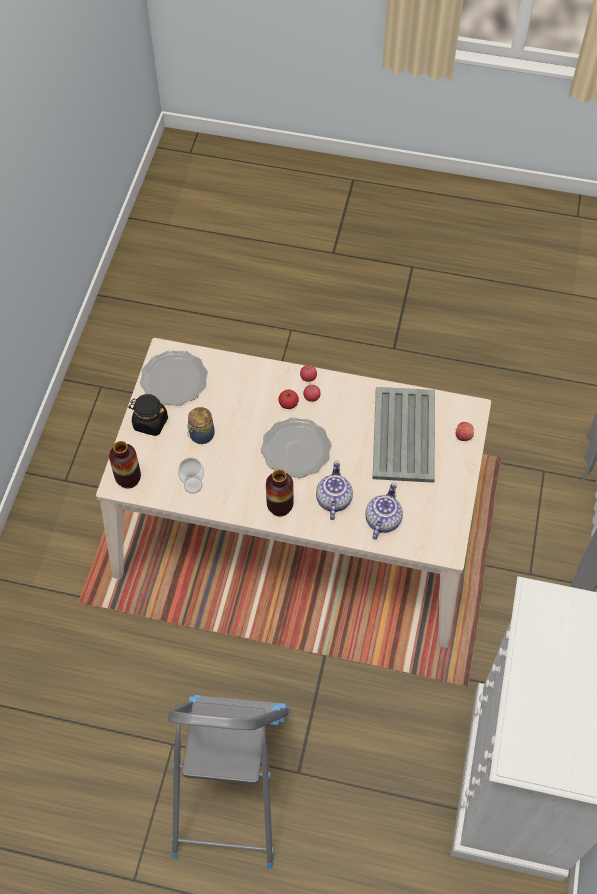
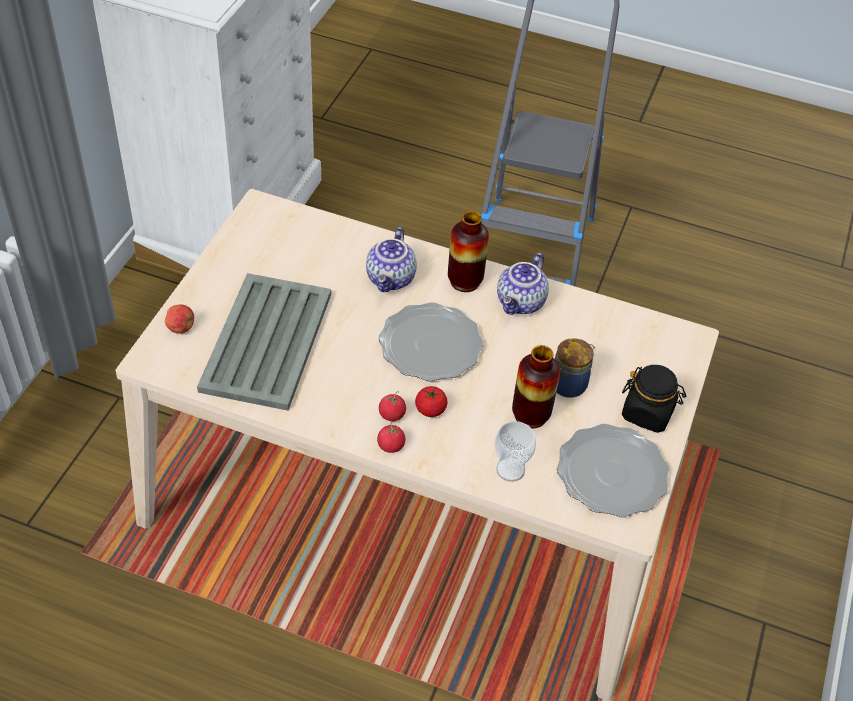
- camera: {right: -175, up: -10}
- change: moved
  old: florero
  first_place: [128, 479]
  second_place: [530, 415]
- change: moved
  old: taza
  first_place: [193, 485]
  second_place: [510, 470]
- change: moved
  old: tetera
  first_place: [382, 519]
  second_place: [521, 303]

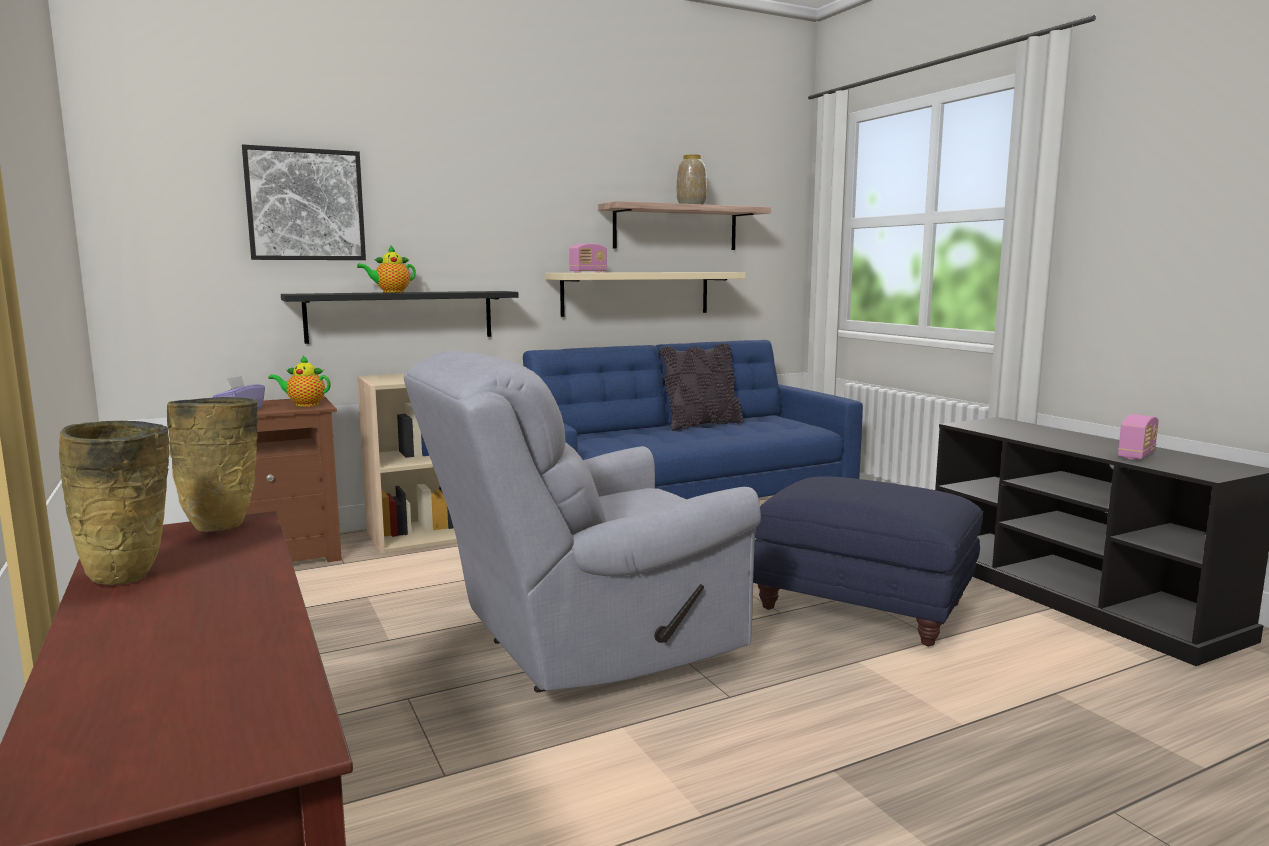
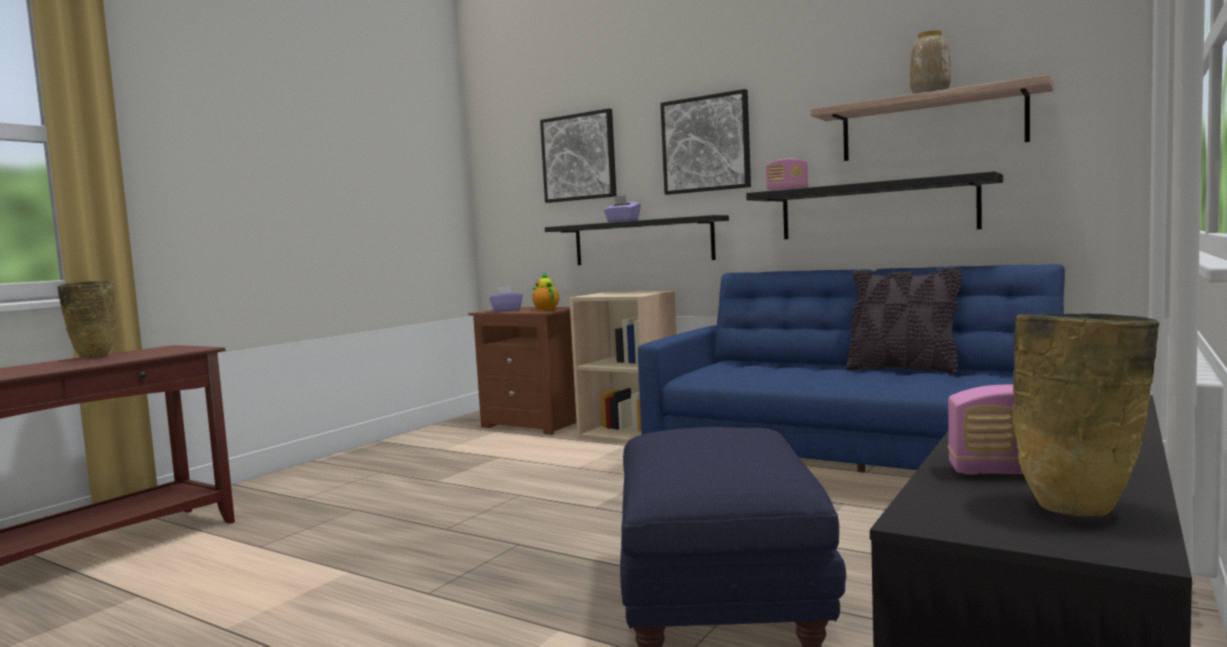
- camera: {right: 60, up: -5}
- change: replaced
  old: tetera
  new: caja de pañuelos (morado)
  first_place: [390, 292]
  second_place: [622, 221]
- change: recoloured
  old: estante (beis)
  new: estante (negro)
  first_place: [636, 293]
  second_place: [876, 210]
- change: removed
  old: sillón (gris)
  first_place: [582, 648]
- change: moved
  old: florero (beis)
  first_place: [224, 525]
  second_place: [1082, 508]
- change: added
  new: cuadro
  second_place: [706, 144]

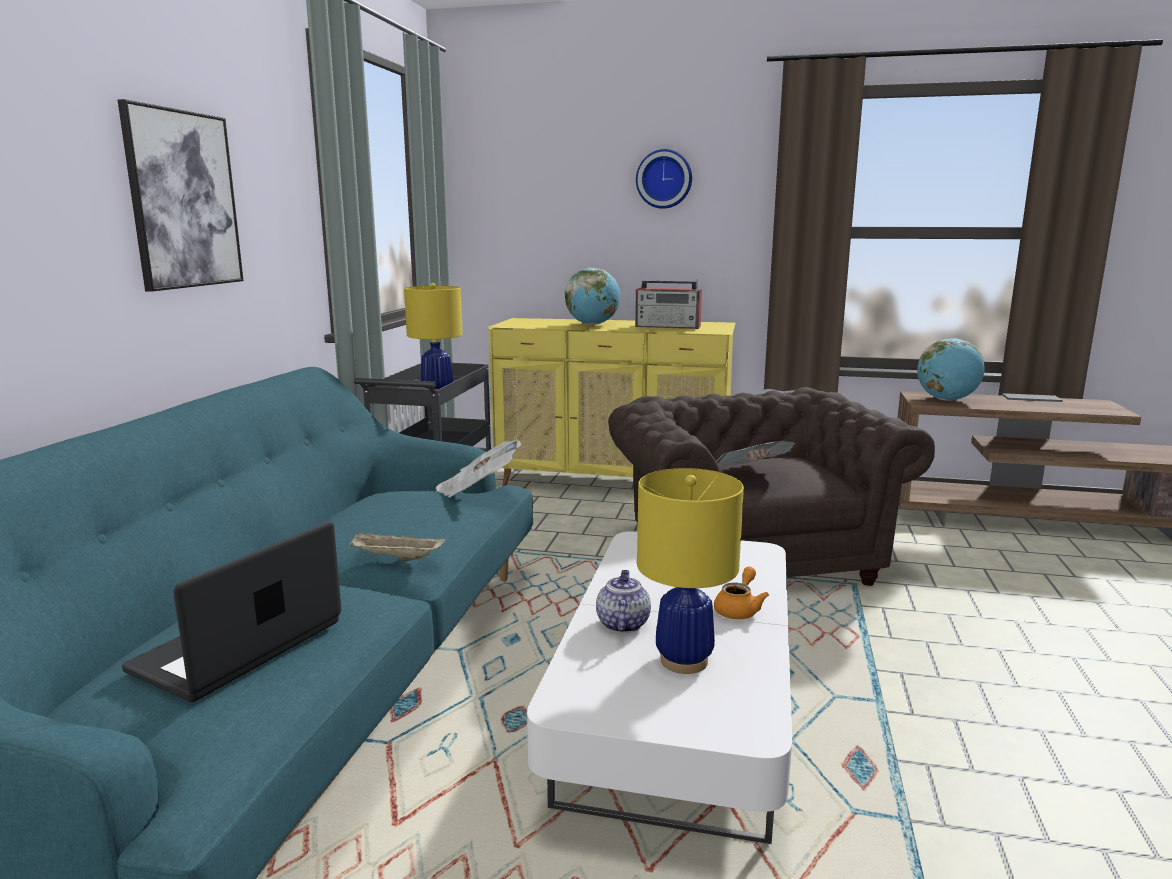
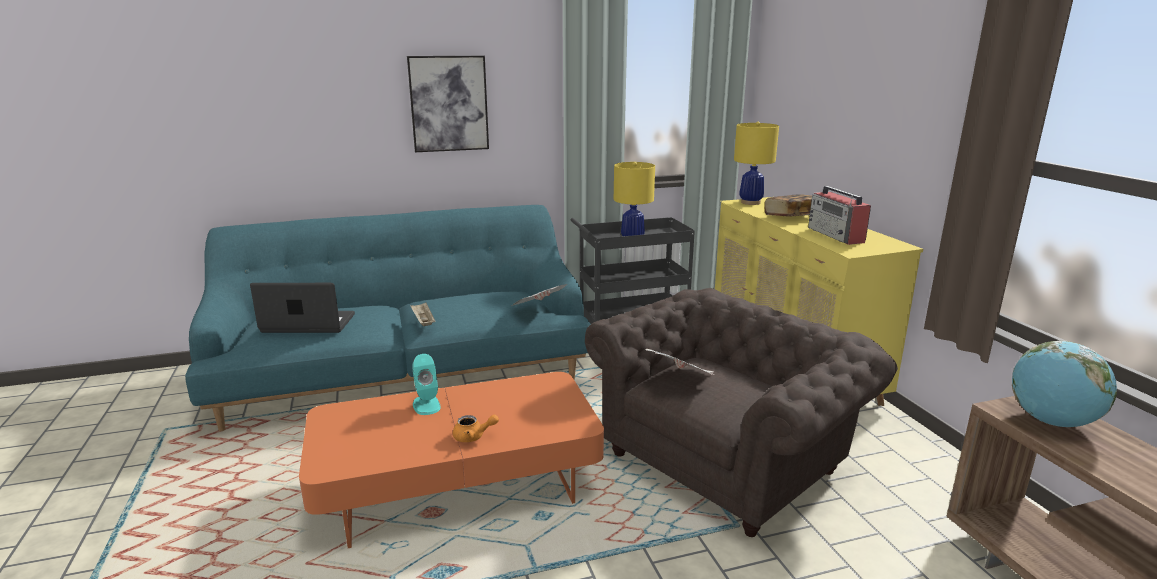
- camera: {right: 60, up: 5}
- change: removed
  old: reloj de pared
  first_place: [664, 179]
- change: replaced
  old: globo terráqueo
  new: libro
  first_place: [592, 324]
  second_place: [791, 217]
- change: moved
  old: lámpara de mesa (amarillo)
  first_place: [683, 661]
  second_place: [750, 202]
- change: recoloured
  old: mesa de centro (blanco)
  new: mesa de centro (naranja)
  first_place: [677, 717]
  second_place: [457, 486]
- change: replaced
  old: tetera
  new: altavoz (turquesa)
  first_place: [622, 623]
  second_place: [426, 405]

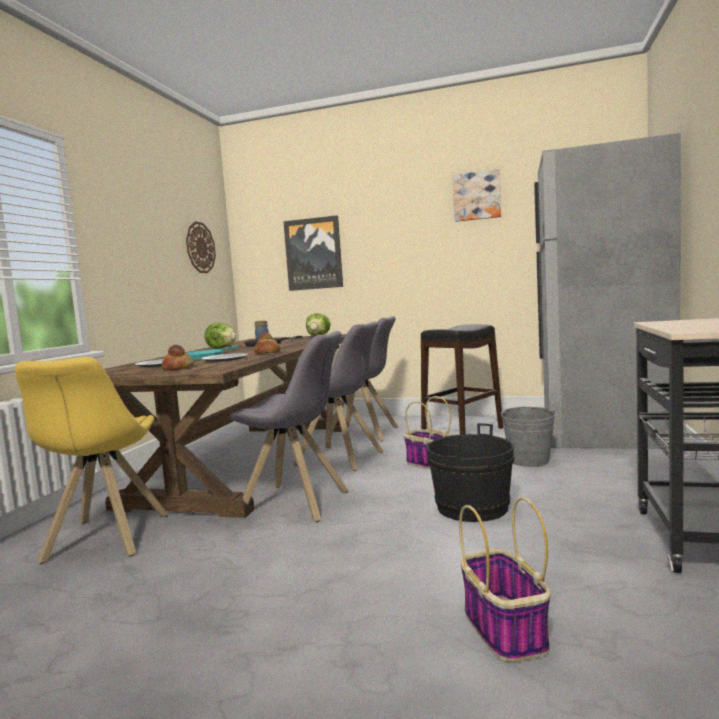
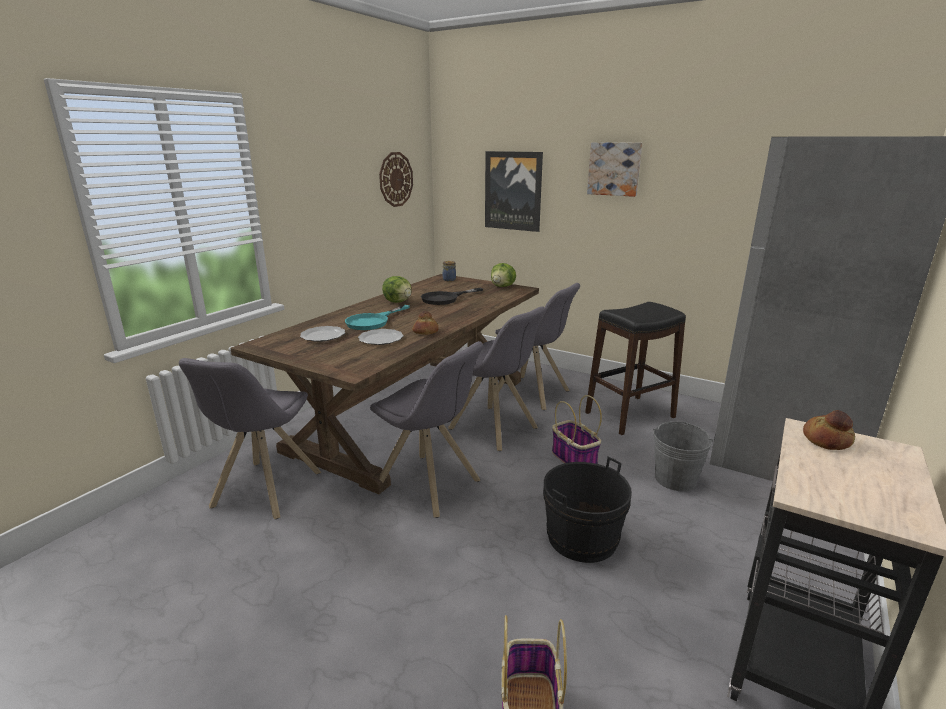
- camera: {right: 15, up: 15}
- change: moved
  old: cuadro
  first_place: [476, 196]
  second_place: [614, 169]
- change: moved
  old: pan
  first_place: [178, 368]
  second_place: [827, 440]
- change: recoloured
  old: silla (amarillo)
  new: silla (gris)
  first_place: [106, 538]
  second_place: [266, 489]

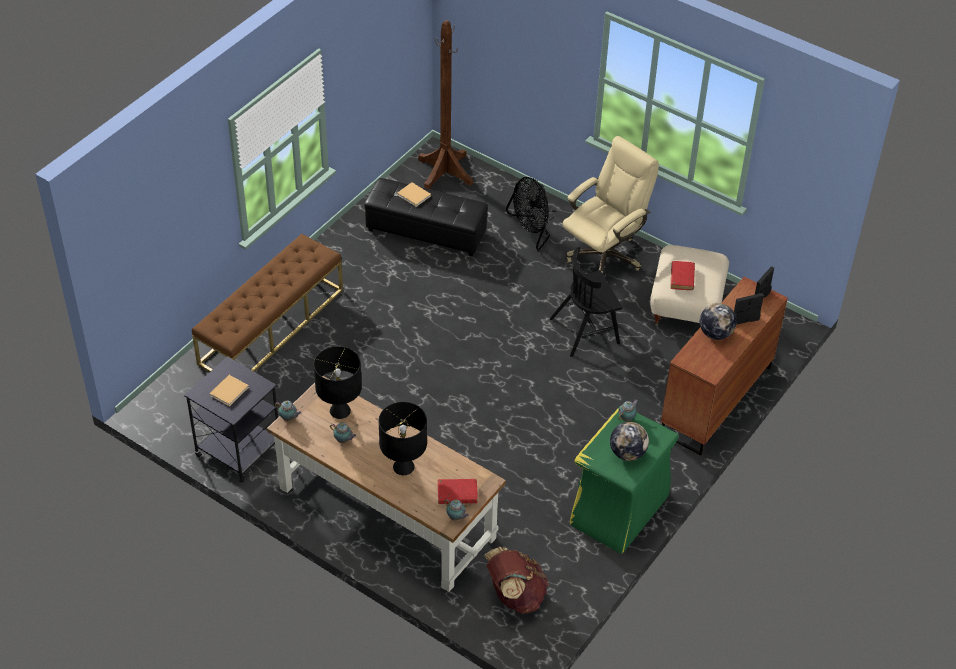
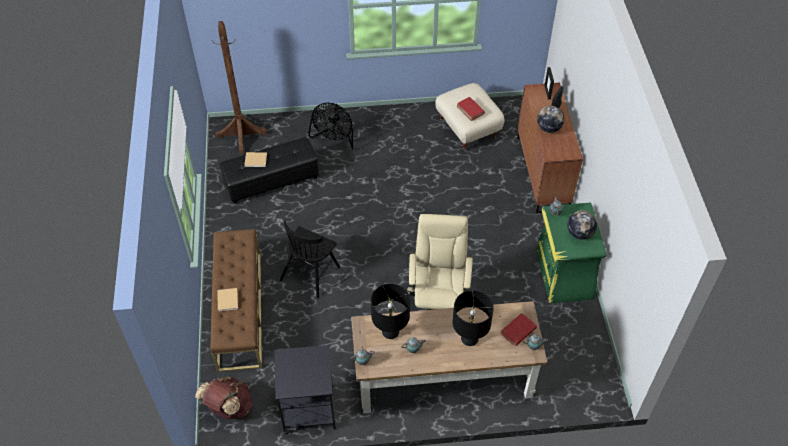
- camera: {right: -40, up: 5}
- change: moved
  old: silla de oficina (beis)
  first_place: [603, 258]
  second_place: [437, 305]
- change: moved
  old: silla (negro)
  first_place: [588, 329]
  second_place: [311, 271]
- change: moved
  old: libro (beis)
  first_place: [230, 391]
  second_place: [227, 299]
- change: moved
  old: mochila (marrón)
  first_place: [515, 596]
  second_place: [229, 408]

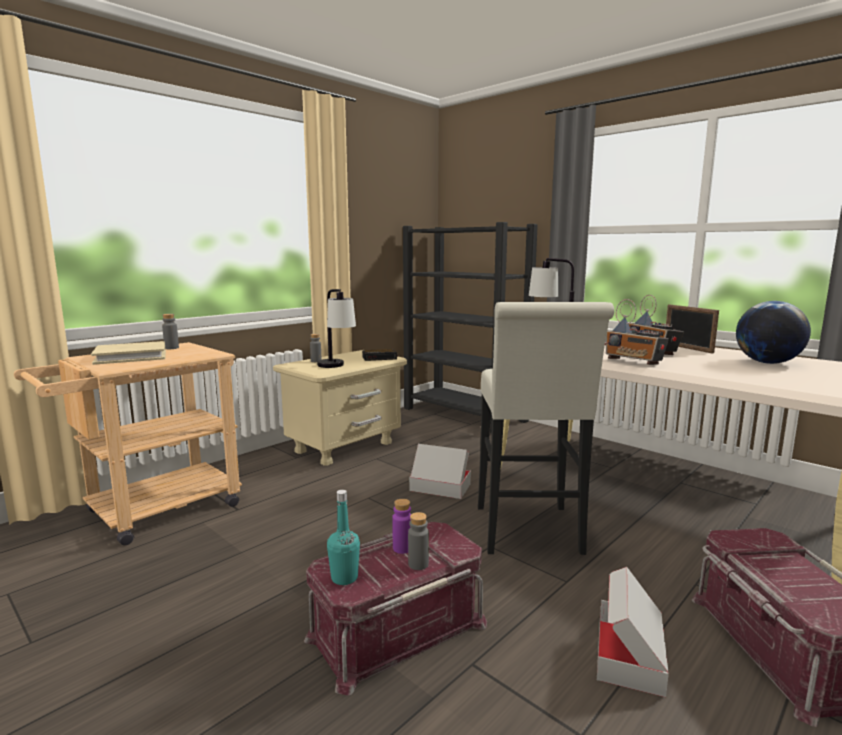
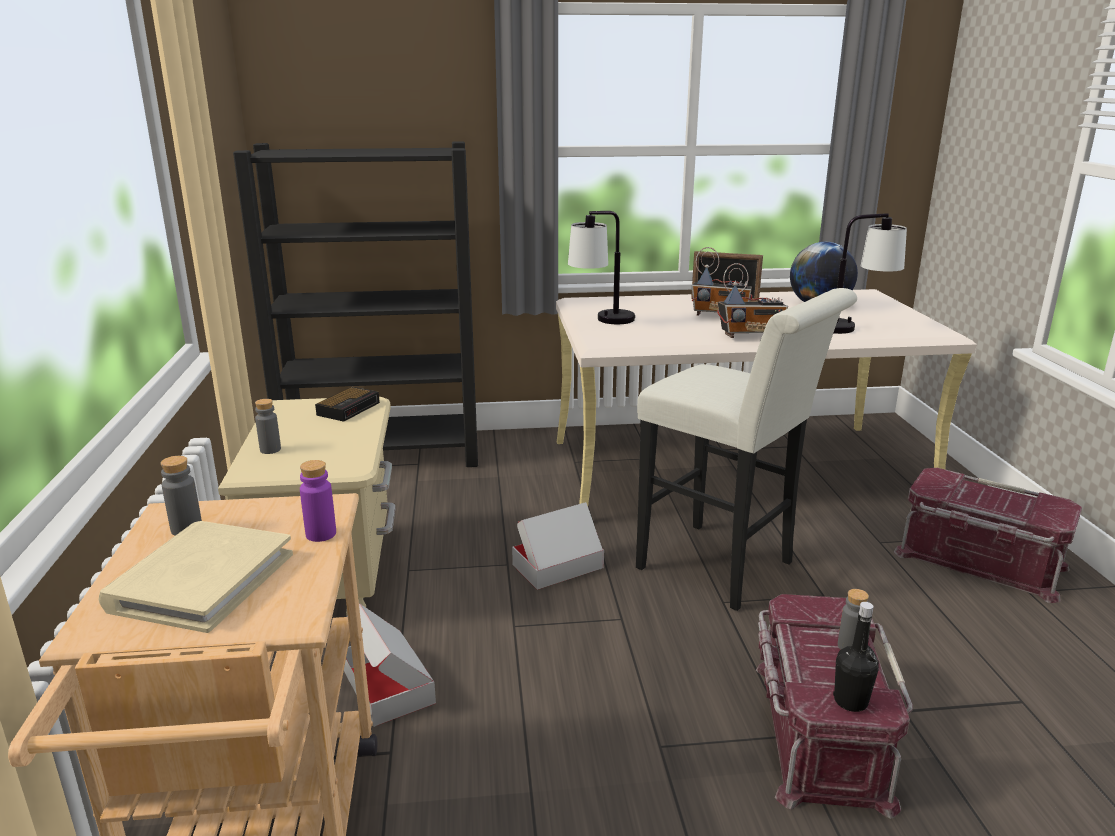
- camera: {right: -50, up: 10}
- change: moved
  old: lámpara de mesa
  first_place: [337, 367]
  second_place: [853, 328]
- change: recoloured
  old: botella (turquesa)
  new: botella (negro)
  first_place: [344, 578]
  second_place: [850, 701]
- change: moved
  old: botella (morado)
  first_place: [402, 548]
  second_place: [321, 534]
- change: moved
  old: caja de cartón
  first_place: [629, 655]
  second_place: [388, 686]

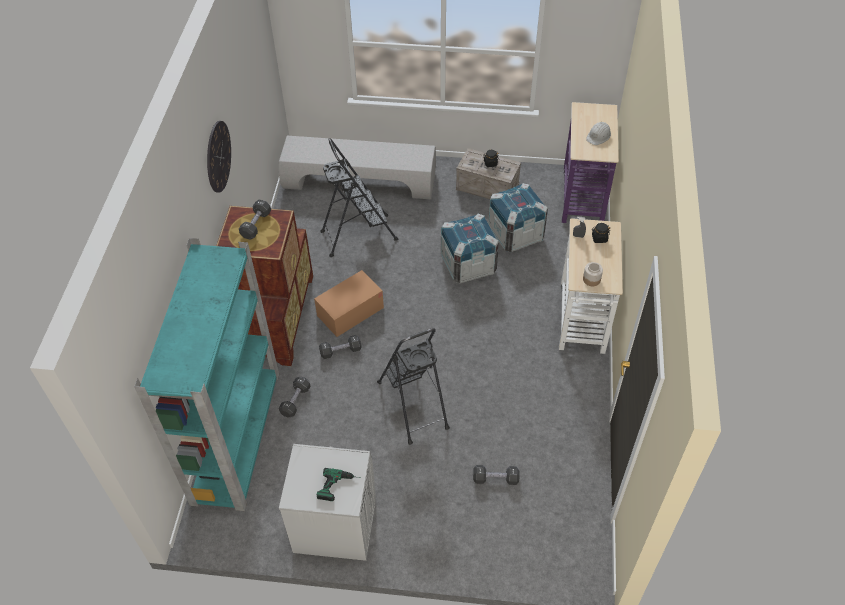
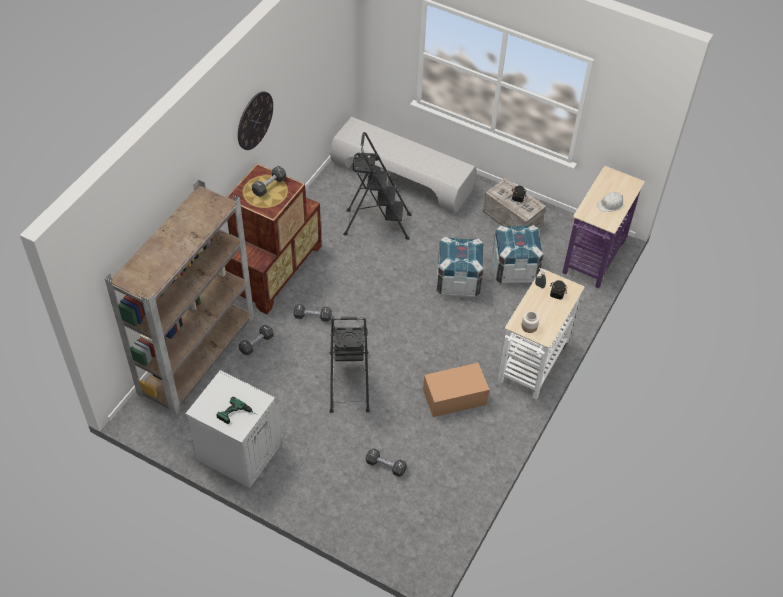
- camera: {right: 20, up: 0}
- change: recoloured
  old: estantería (turquesa)
  new: estantería (marrón)
  first_place: [236, 436]
  second_place: [197, 355]
- change: moved
  old: caja de cartón
  first_place: [350, 311]
  second_place: [454, 397]

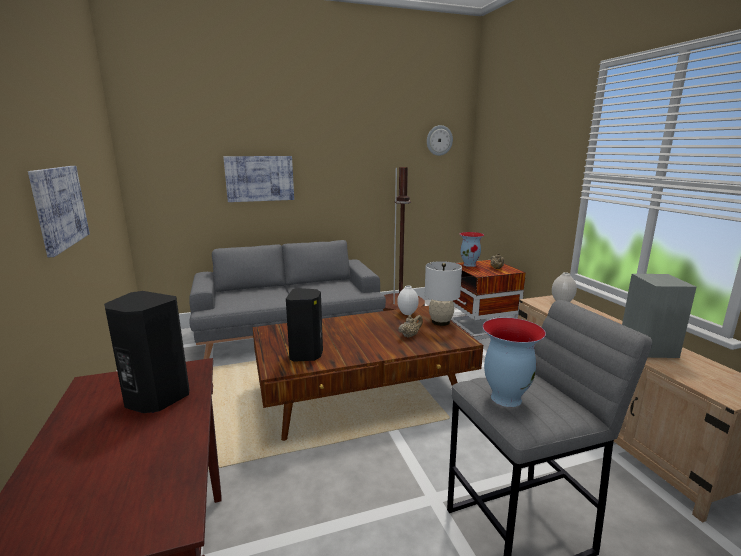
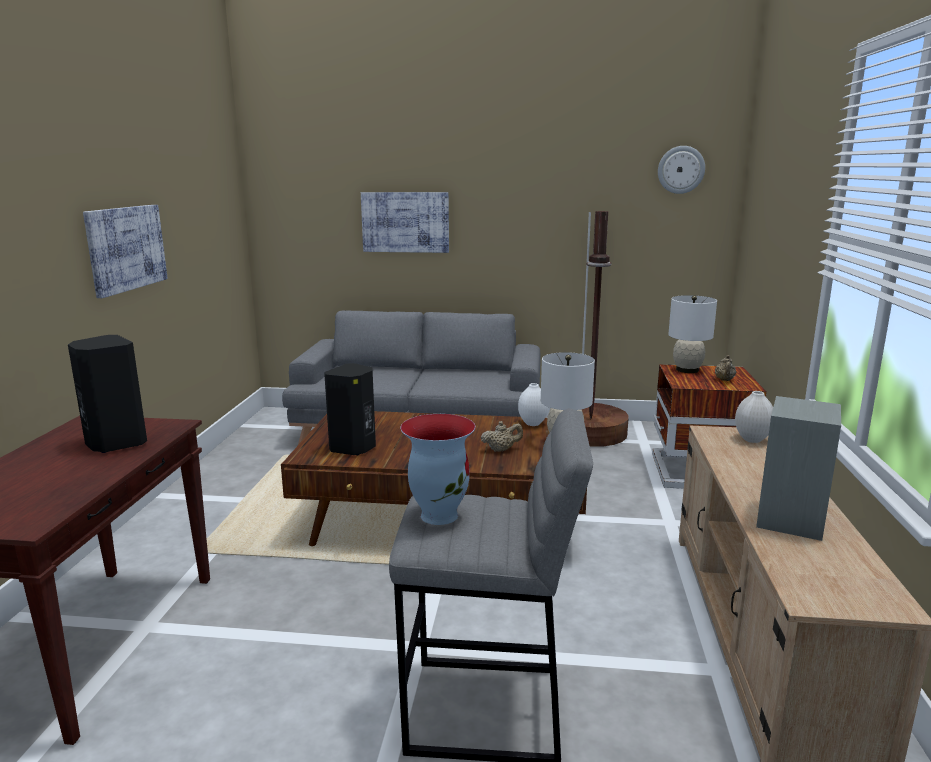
- camera: {right: 25, up: 0}
- change: replaced
  old: florero
  new: lámpara de mesa (blanco)
  first_place: [470, 265]
  second_place: [687, 370]

